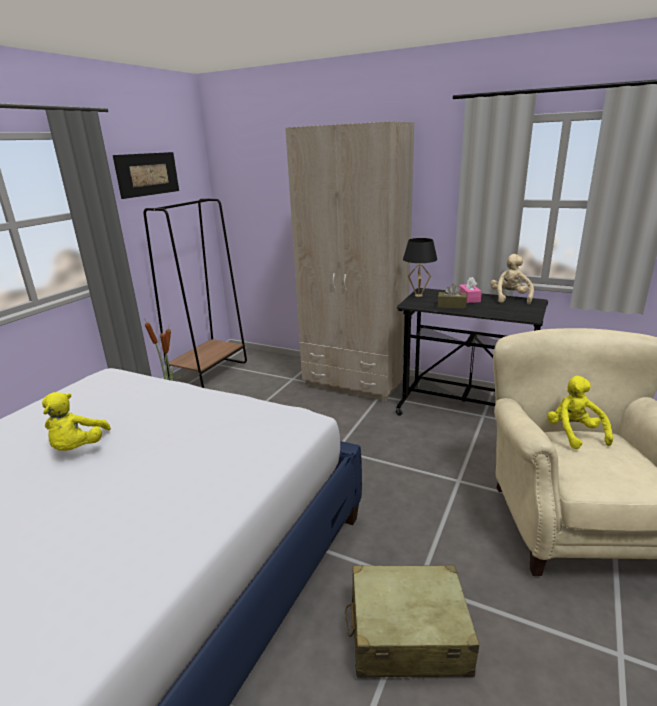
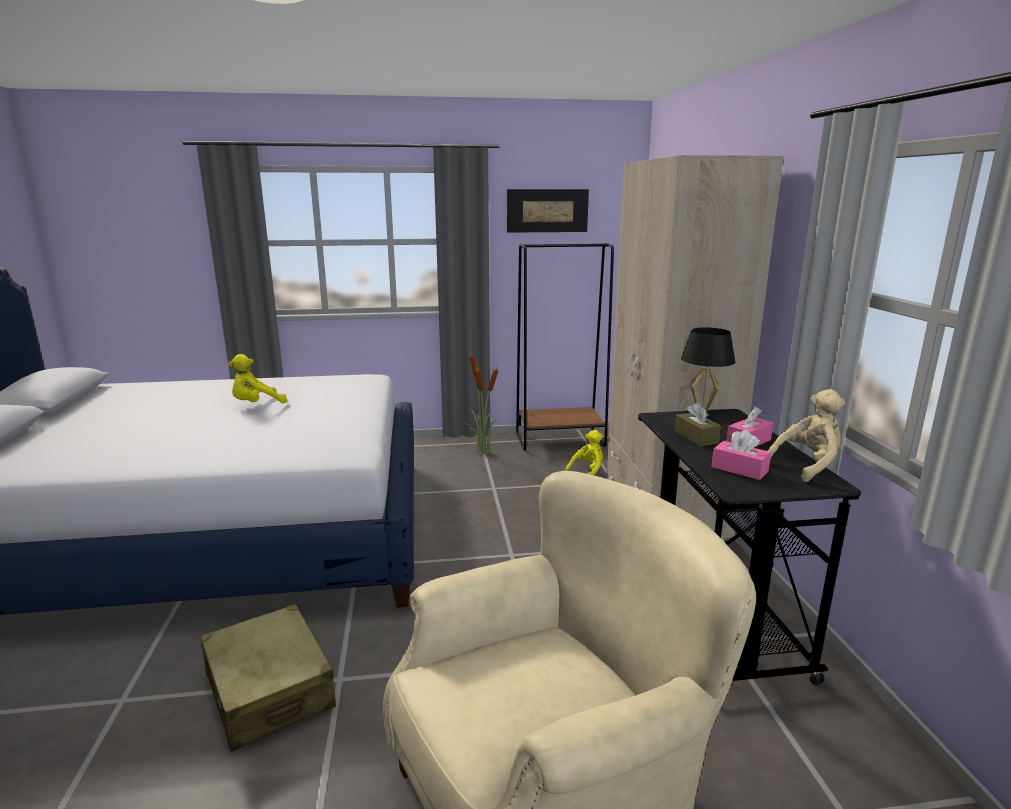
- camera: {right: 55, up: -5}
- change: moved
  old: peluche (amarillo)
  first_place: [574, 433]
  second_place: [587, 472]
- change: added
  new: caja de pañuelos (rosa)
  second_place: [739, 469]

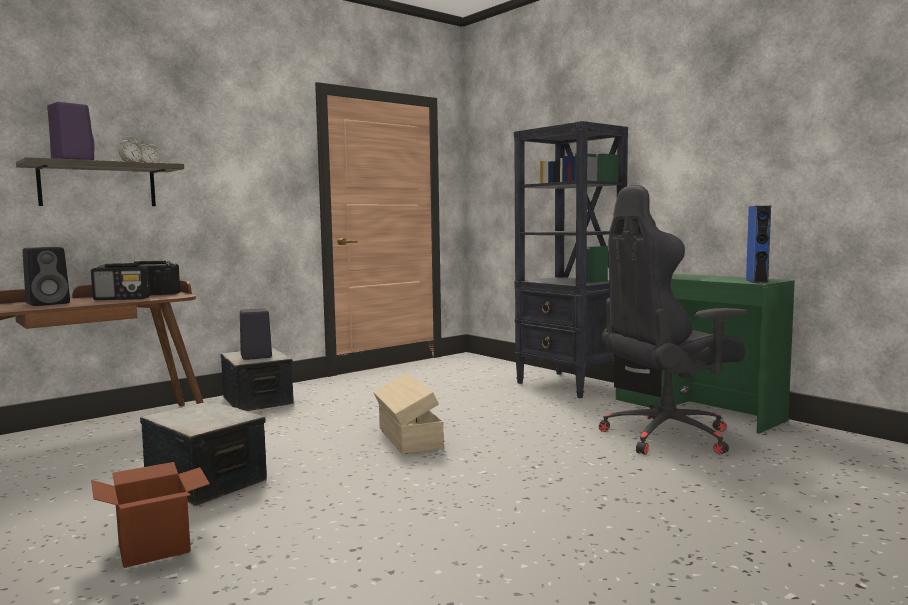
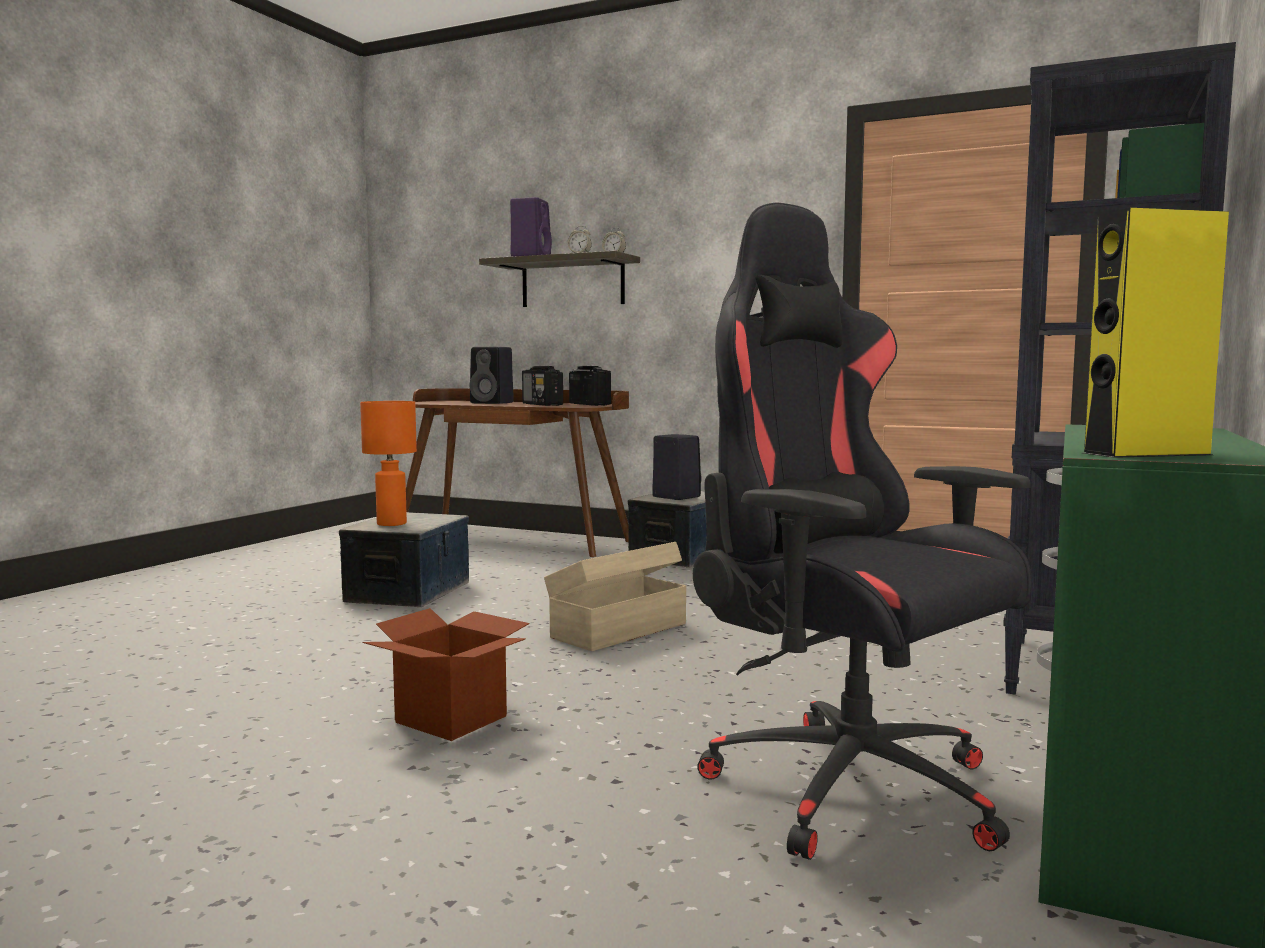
- camera: {right: 65, up: 0}
- change: recoloured
  old: altavoz (azul)
  new: altavoz (amarillo)
  first_place: [756, 281]
  second_place: [1146, 454]
- change: moved
  old: caja de cartón
  first_place: [154, 548]
  second_place: [450, 719]
- change: added
  new: lámpara de mesa (naranja)
  second_place: [392, 523]

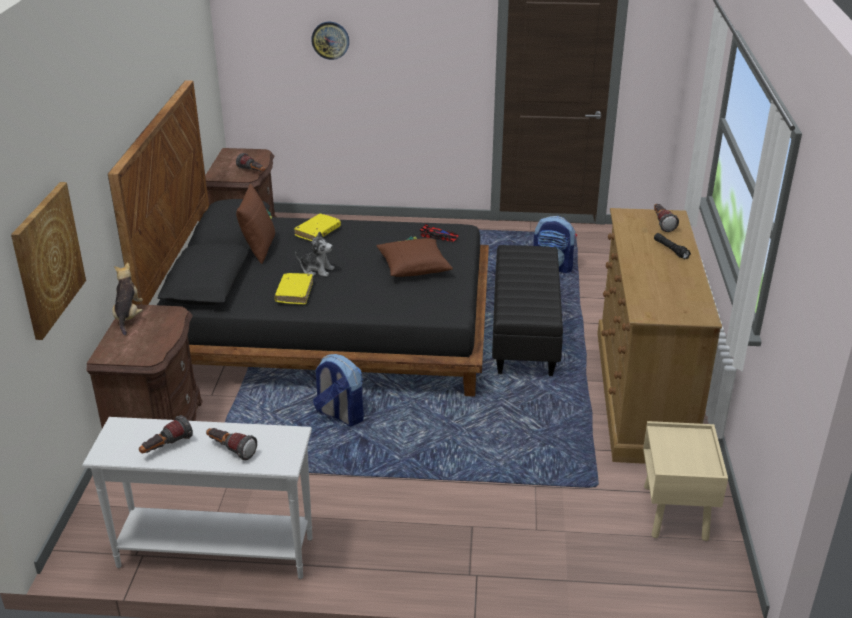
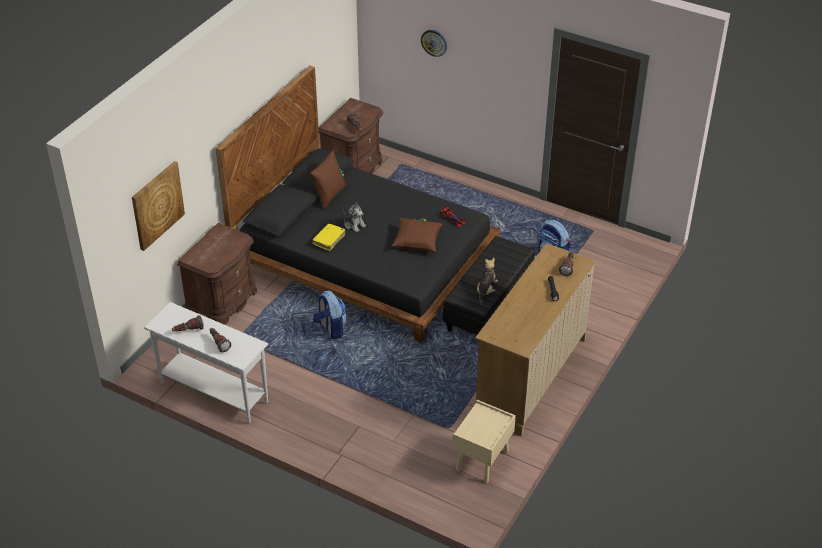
- camera: {right: 25, up: 10}
- change: removed
  old: libro (amarillo)
  first_place: [317, 232]
- change: moved
  old: peluche
  first_place: [128, 317]
  second_place: [486, 290]

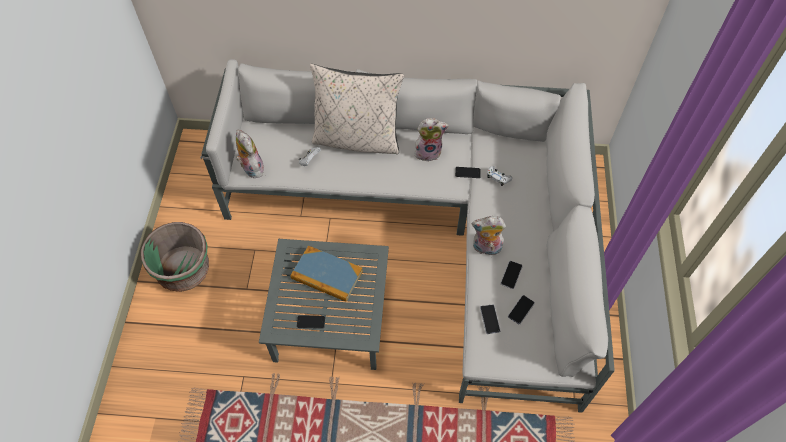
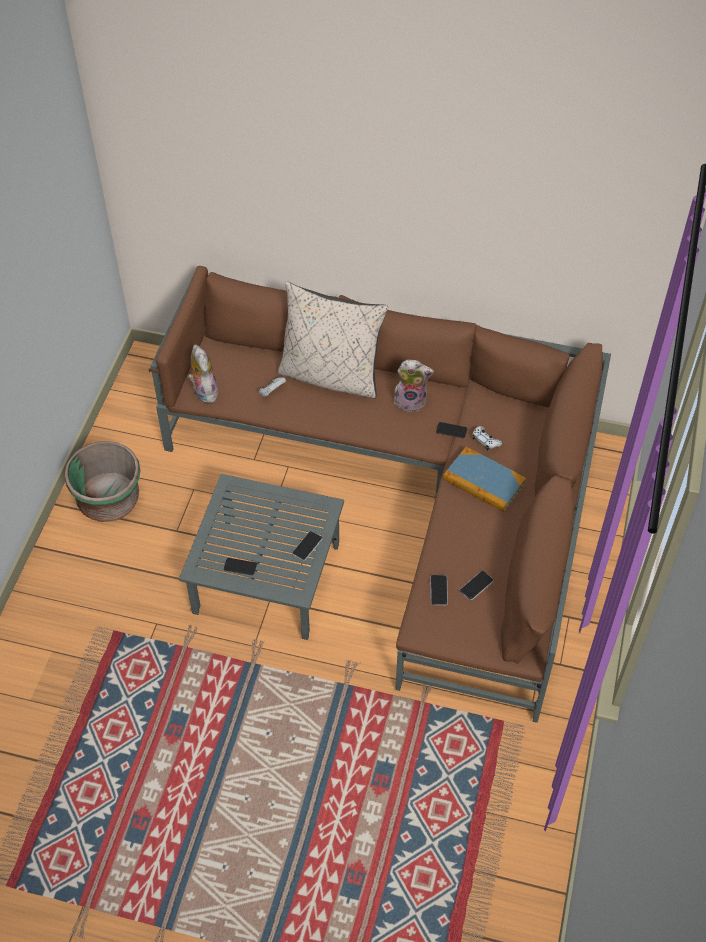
- camera: {right: 10, up: -5}
- change: recoloured
  old: sofá (blanco)
  new: sofá (marrón)
  first_place: [419, 241]
  second_place: [388, 507]
- change: removed
  old: peluche
  first_place: [486, 248]
- change: moved
  old: libro
  first_place: [327, 275]
  second_place: [483, 481]
- change: moved
  old: móvil
  first_place: [511, 275]
  second_place: [307, 546]

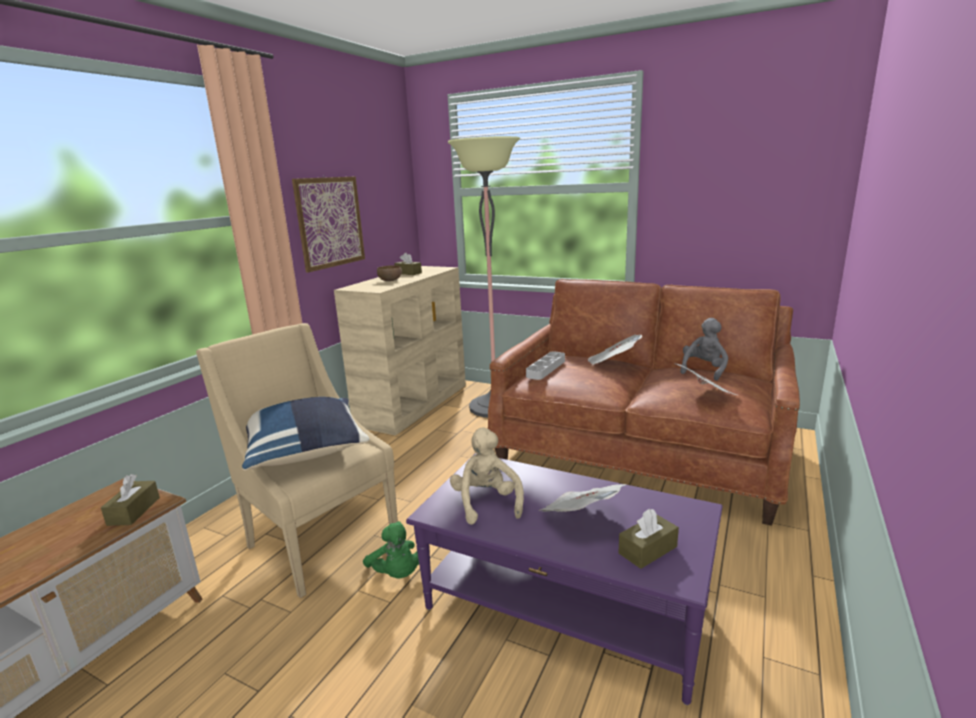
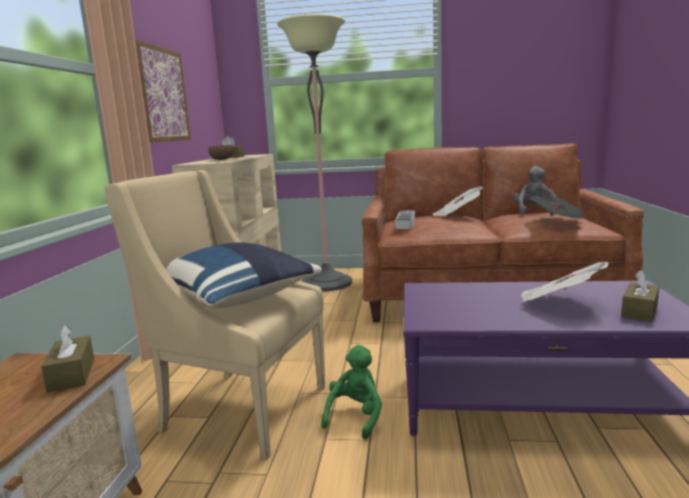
- camera: {right: -20, up: -5}
- change: removed
  old: peluche (beis)
  first_place: [486, 503]
- change: turned
  old: peluche (verde)
  first_place: [398, 574]
  second_place: [355, 417]
  degrees: -105

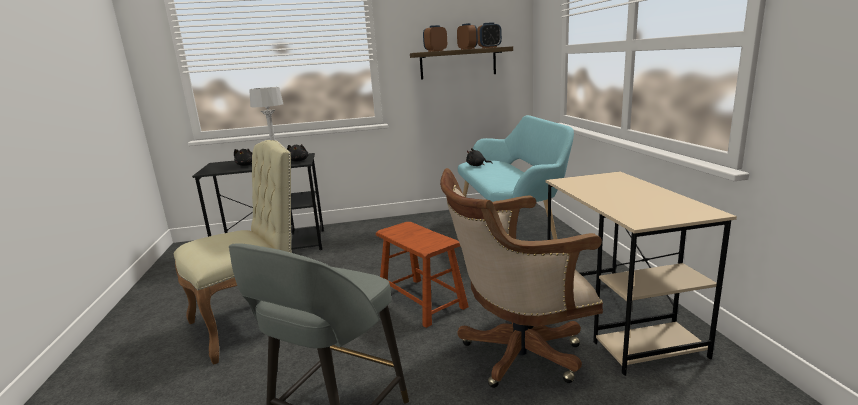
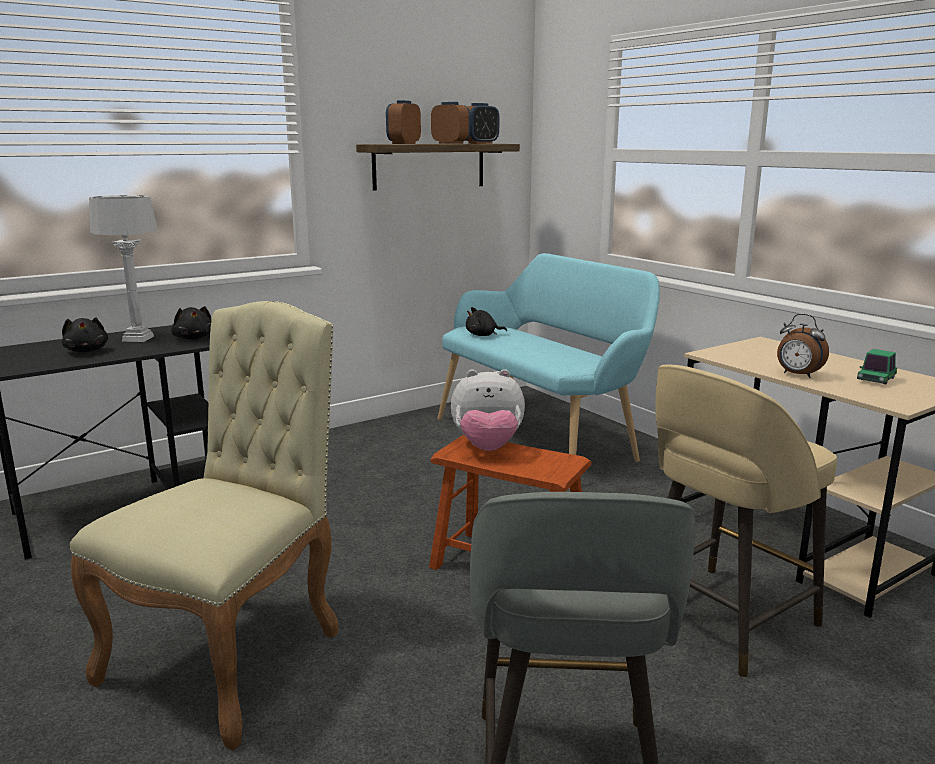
- camera: {right: -25, up: 0}
- change: replaced
  old: silla de oficina
  new: taburete (beis)
  first_place: [516, 355]
  second_place: [721, 620]
- change: added
  new: despertador
  second_place: [797, 375]
- change: added
  new: coche de juguete
  second_place: [876, 379]
- change: added
  new: peluche
  second_place: [487, 448]

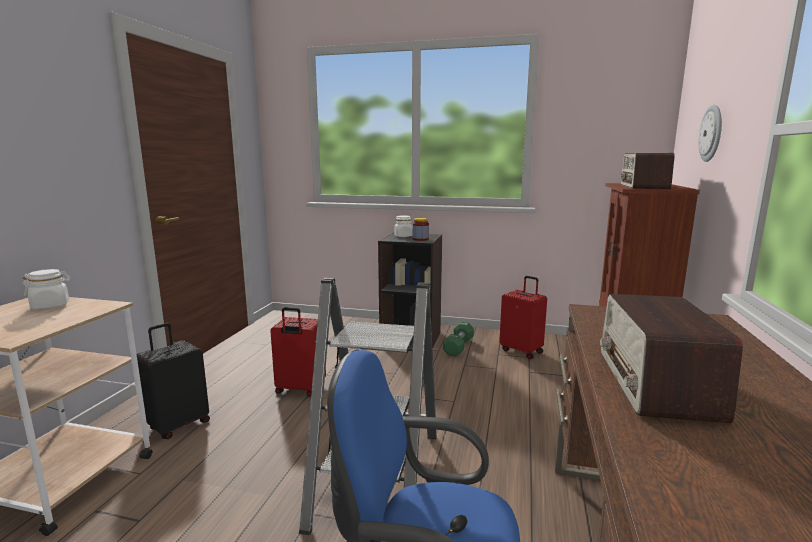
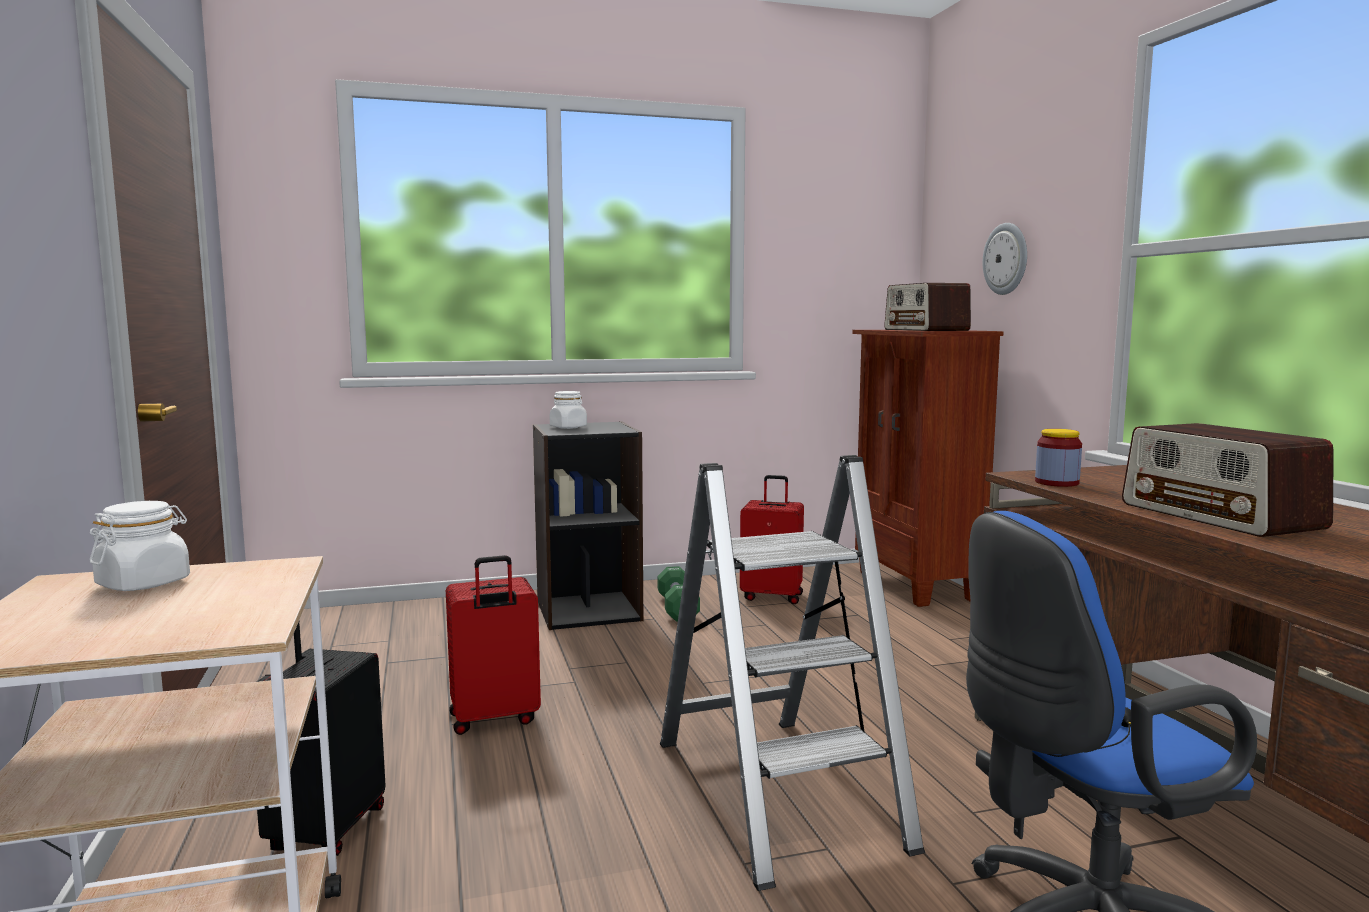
- camera: {right: -30, up: -5}
- change: moved
  old: tarro
  first_place: [420, 239]
  second_place: [1056, 483]

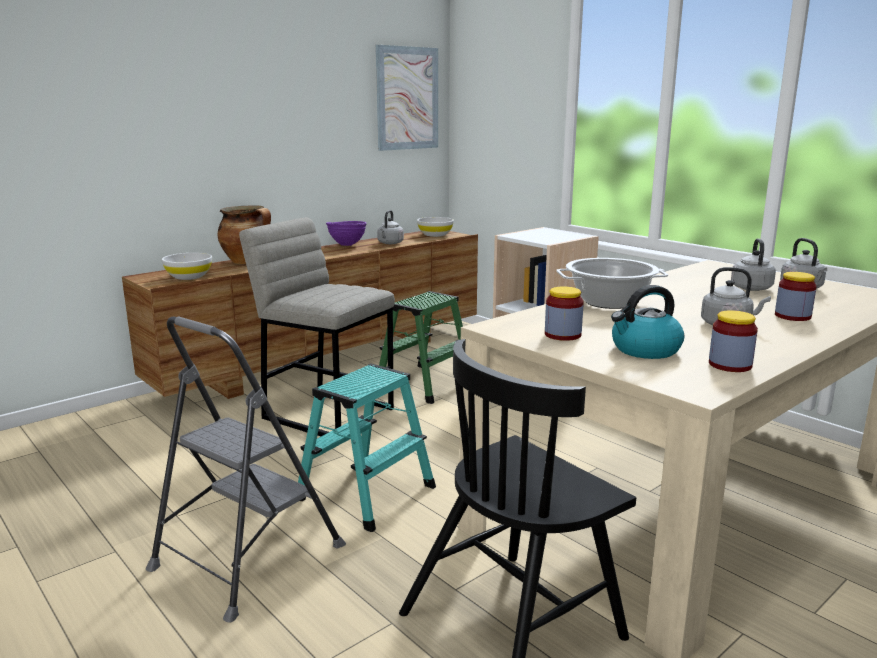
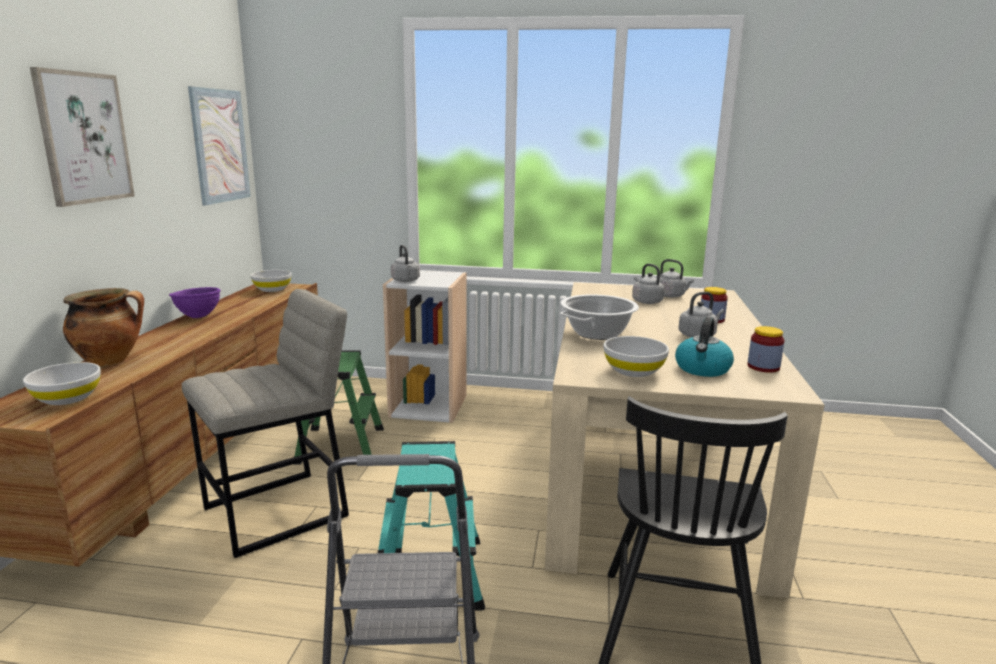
- camera: {right: -40, up: 0}
- change: moved
  old: hervidor (gris)
  first_place: [390, 243]
  second_place: [406, 281]
- change: turned
  old: silla (gris)
  first_place: [325, 413]
  second_place: [279, 510]
  degrees: 150
- change: replaced
  old: tarro
  new: cuenco (blanco)
  first_place: [562, 335]
  second_place: [633, 371]
- change: added
  new: cuadro
  second_place: [84, 138]

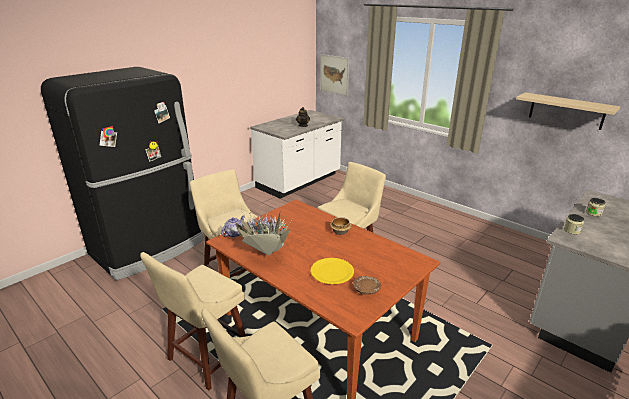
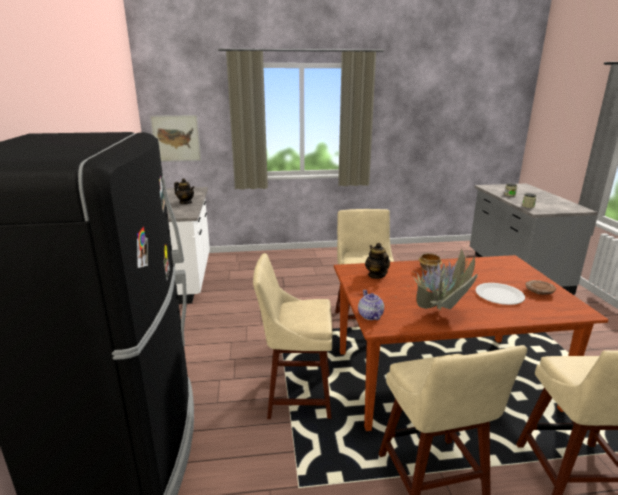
- camera: {right: -50, up: -5}
- change: removed
  old: estante (beis)
  first_place: [566, 111]
- change: recoloured
  old: plato (amarillo)
  new: plato (blanco)
  first_place: [332, 272]
  second_place: [499, 295]
- change: added
  new: tetera
  second_place: [376, 275]

